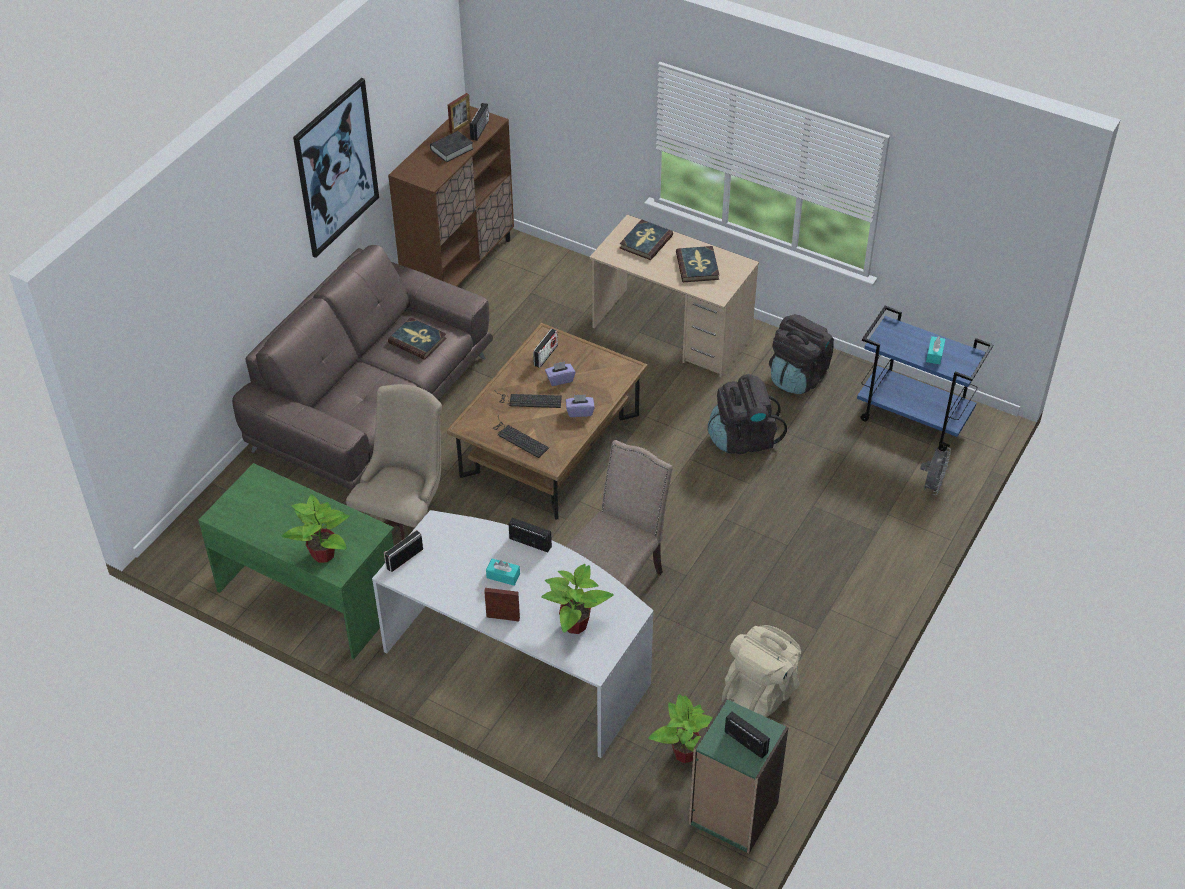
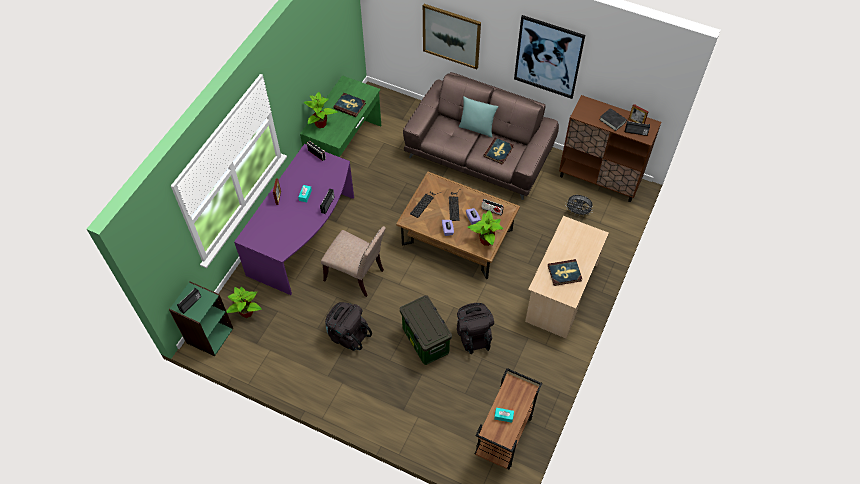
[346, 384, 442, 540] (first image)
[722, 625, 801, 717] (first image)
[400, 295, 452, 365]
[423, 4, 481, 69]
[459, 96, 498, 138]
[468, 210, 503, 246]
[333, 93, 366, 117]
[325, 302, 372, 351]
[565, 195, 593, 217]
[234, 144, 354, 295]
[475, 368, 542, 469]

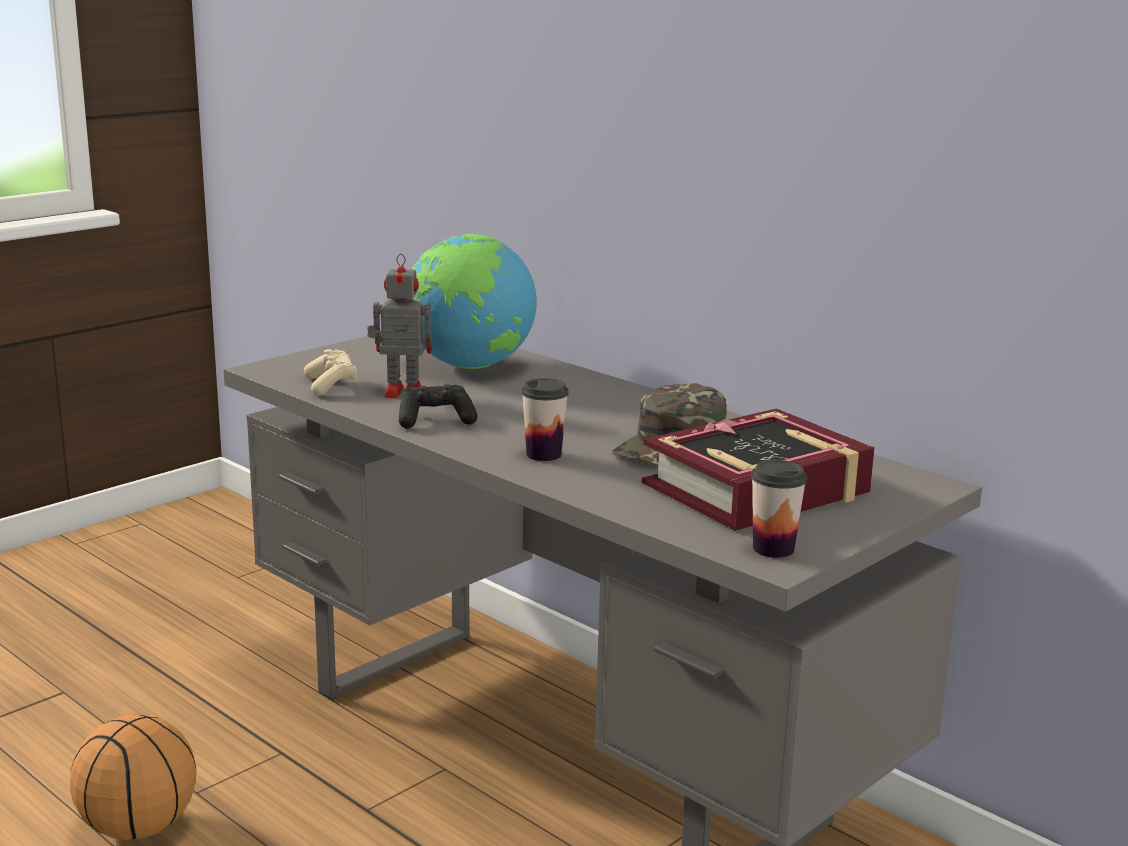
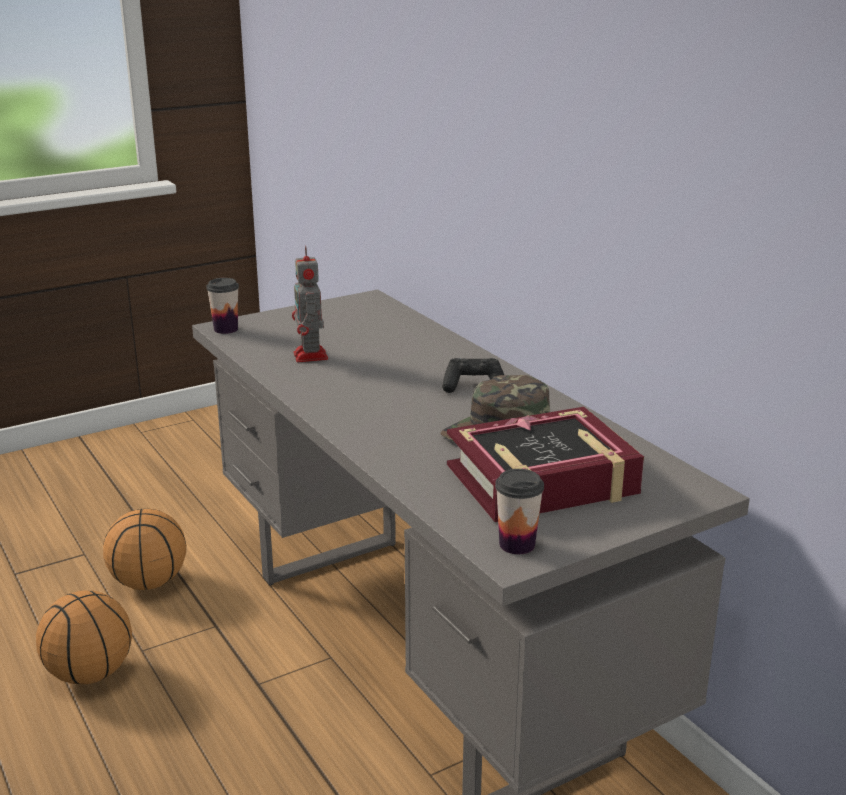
[304, 349, 357, 396] (first image)
[412, 234, 537, 369] (first image)
[103, 509, 186, 590]
[442, 358, 504, 393]
[206, 278, 239, 334]
[292, 246, 328, 363]

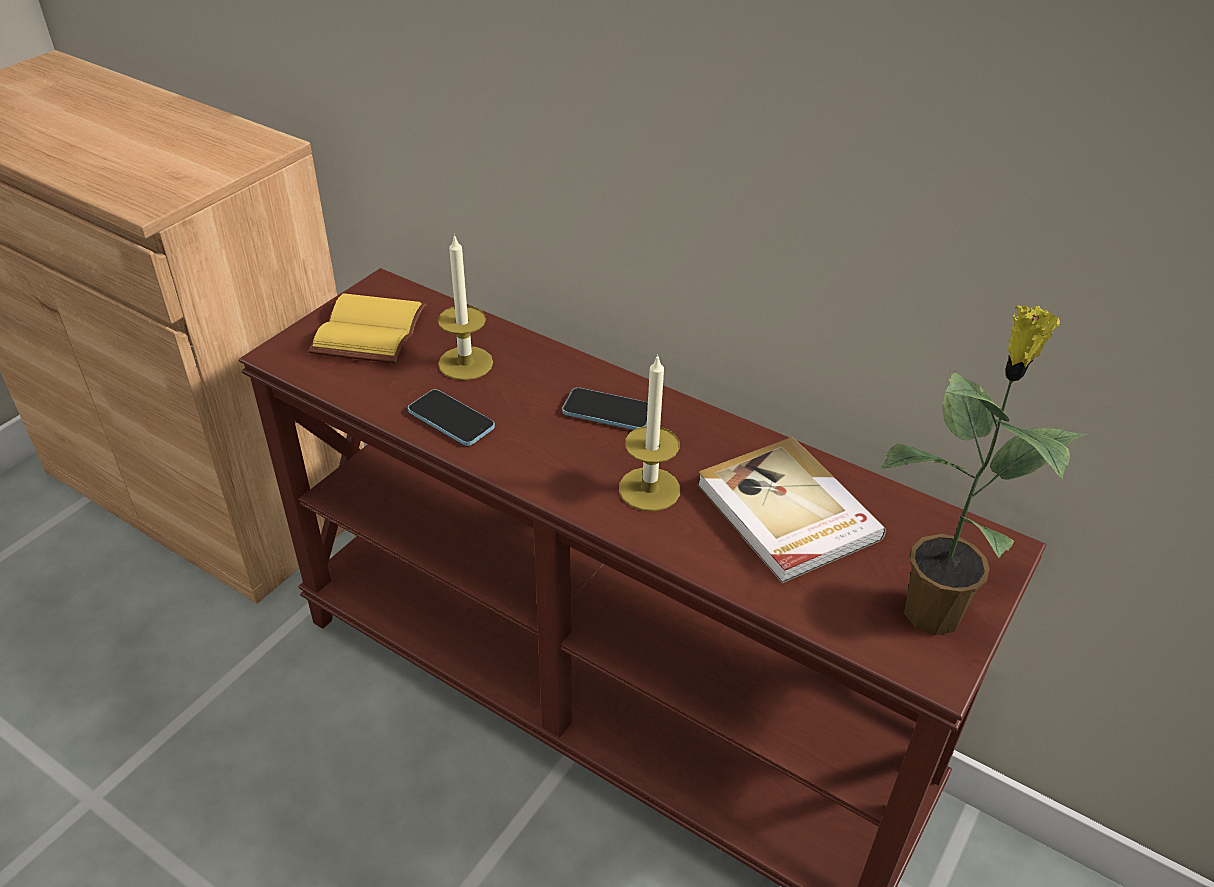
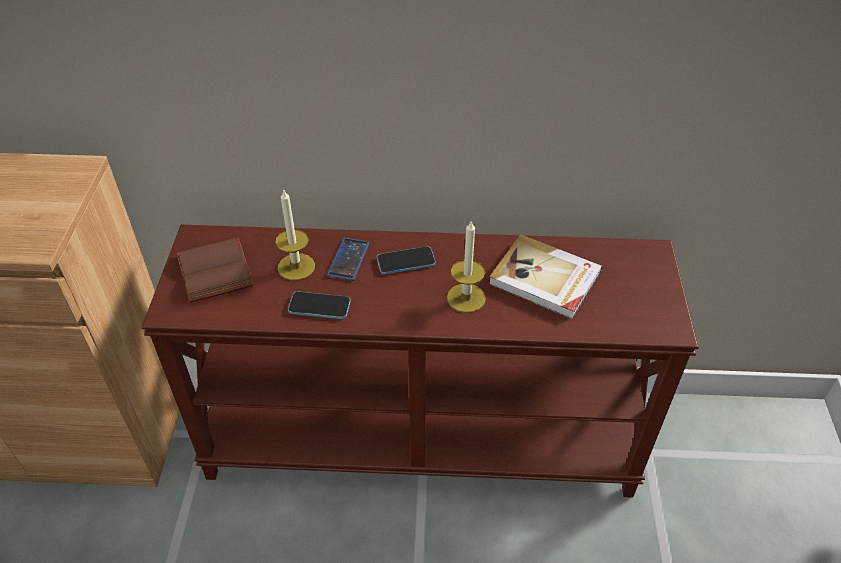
[880, 305, 1087, 636] (first image)
[327, 238, 370, 281]
[177, 237, 254, 302]

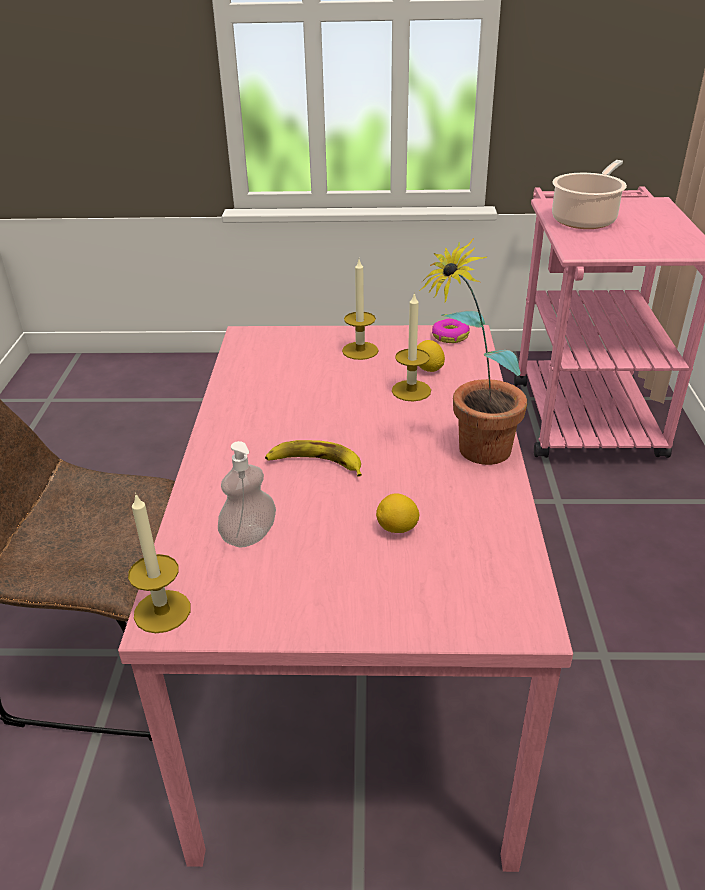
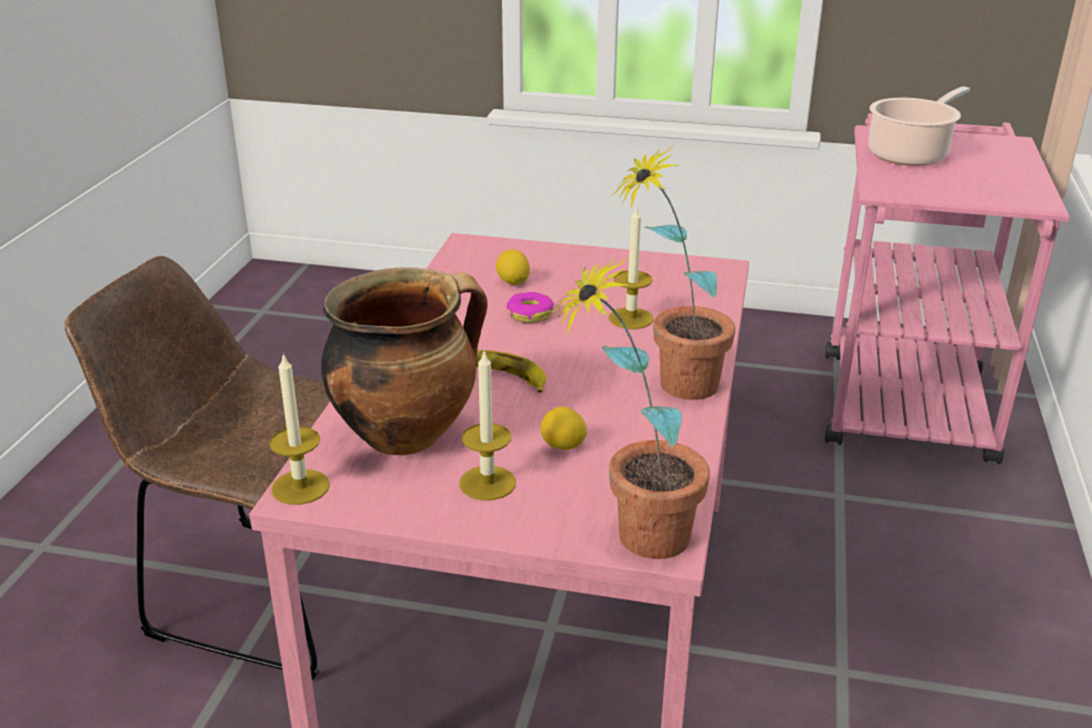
[550, 257, 710, 559]
[459, 350, 516, 500]
[496, 249, 530, 285]
[506, 292, 554, 323]
[321, 267, 488, 456]

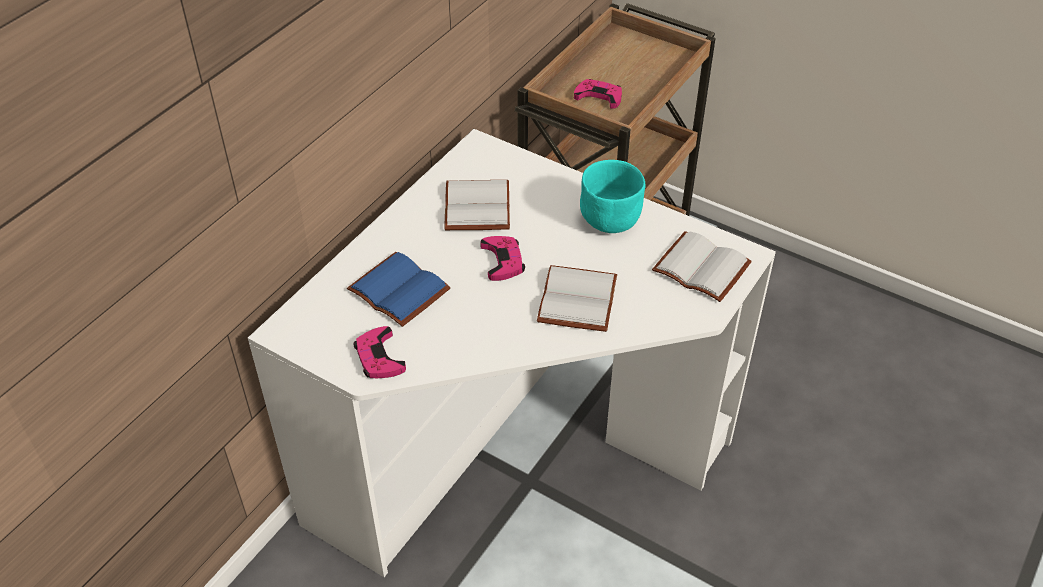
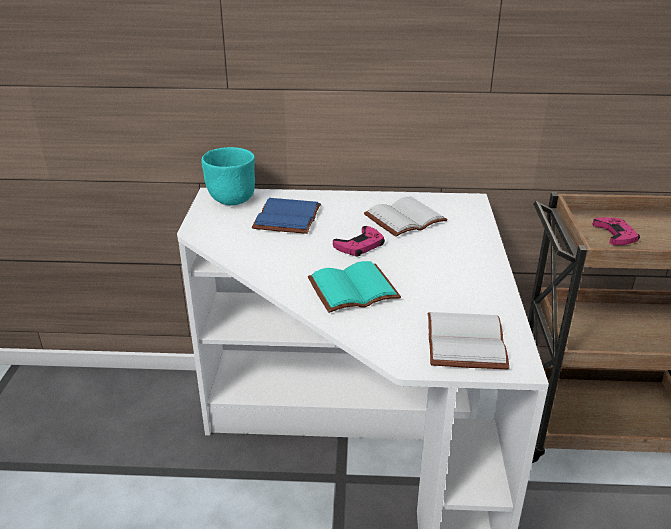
[354, 326, 406, 378] (first image)
[202, 147, 255, 205]
[308, 261, 401, 313]

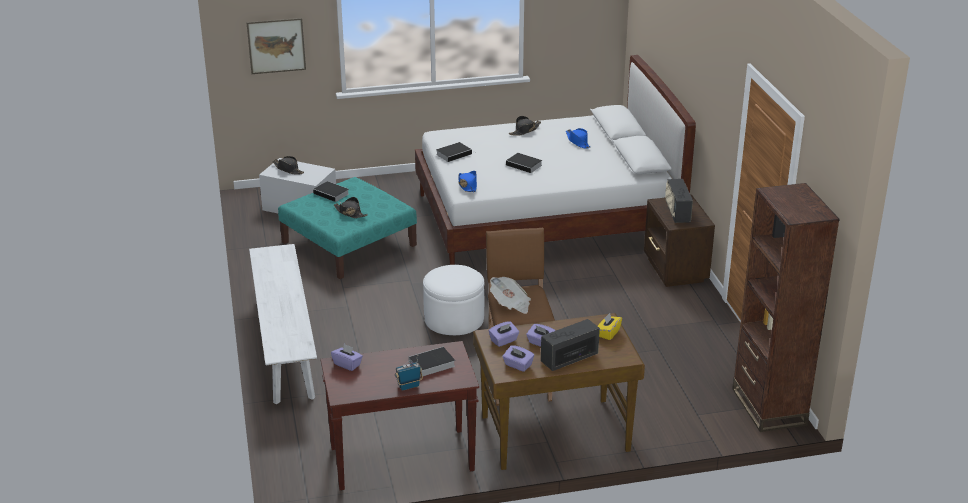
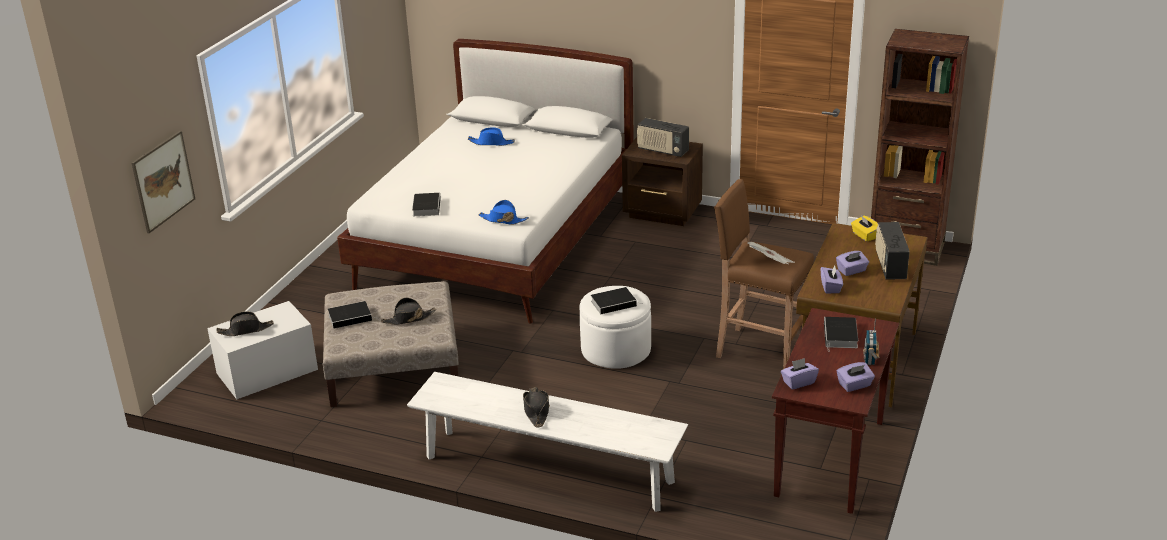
[837, 362, 875, 392]
[591, 287, 640, 314]
[523, 387, 550, 428]
[323, 281, 459, 407]

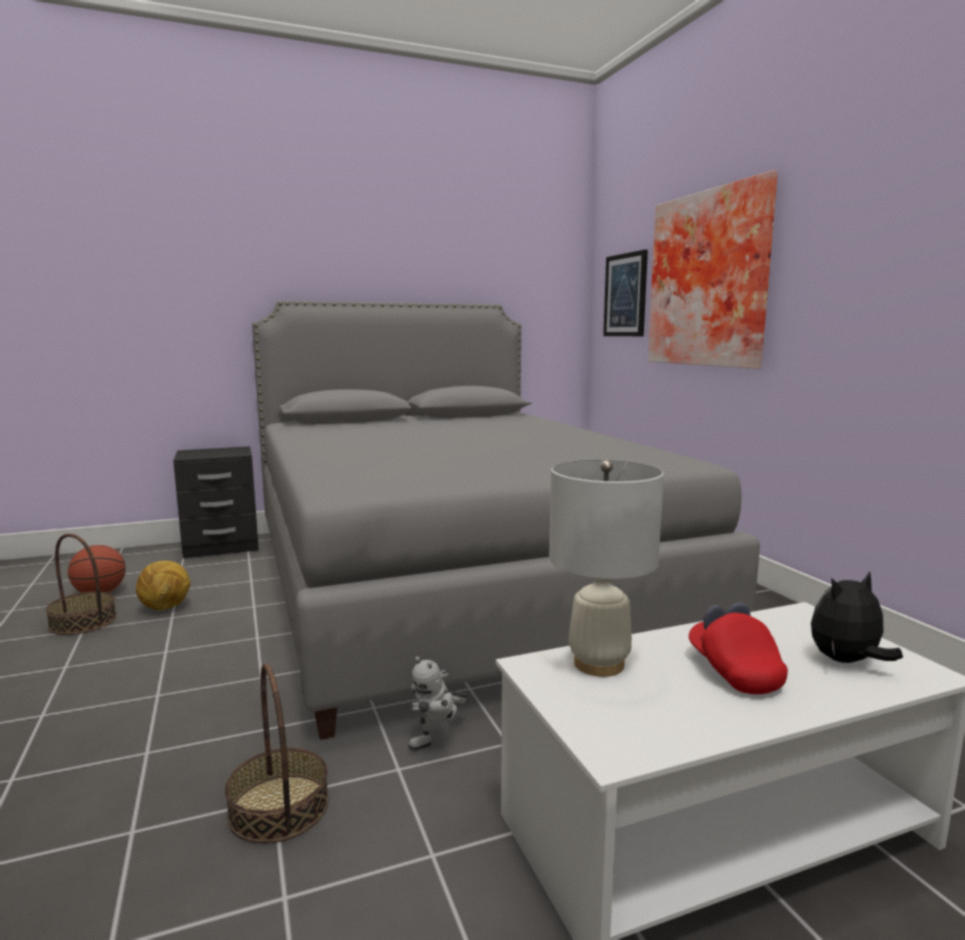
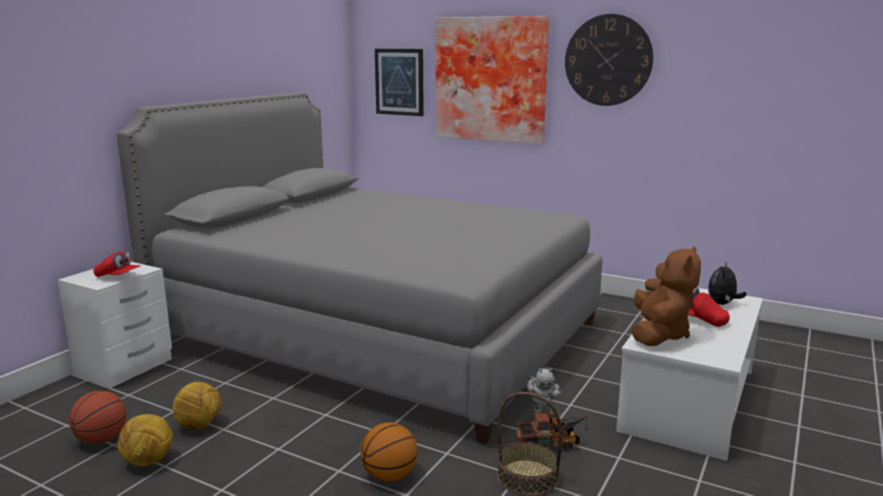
[93, 250, 141, 277]
[360, 422, 417, 482]
[517, 411, 588, 451]
[565, 14, 653, 106]
[117, 414, 173, 466]
[631, 246, 701, 346]
[58, 262, 172, 388]

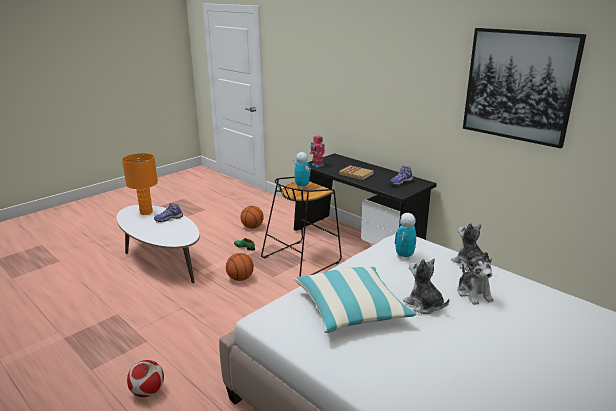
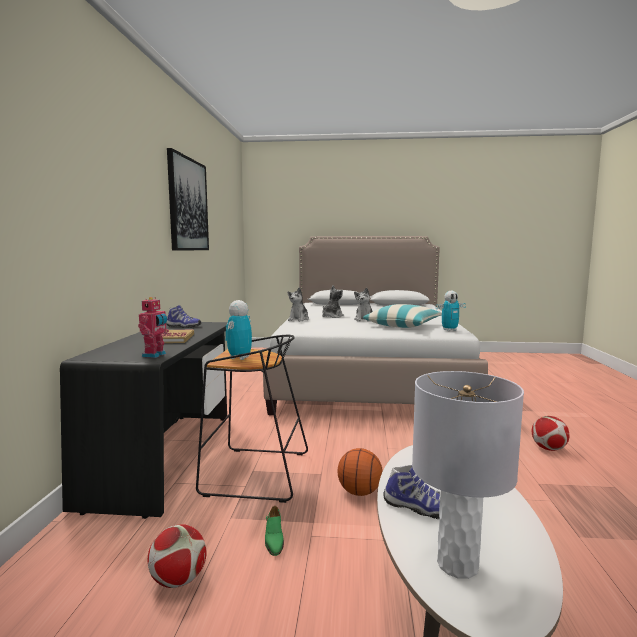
[435, 291, 466, 331]
[148, 525, 207, 588]
[412, 371, 524, 579]

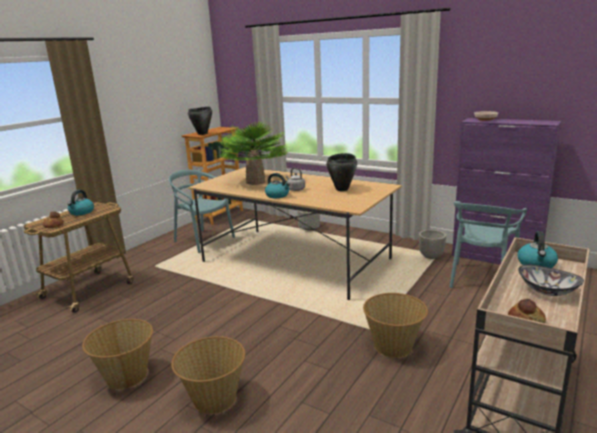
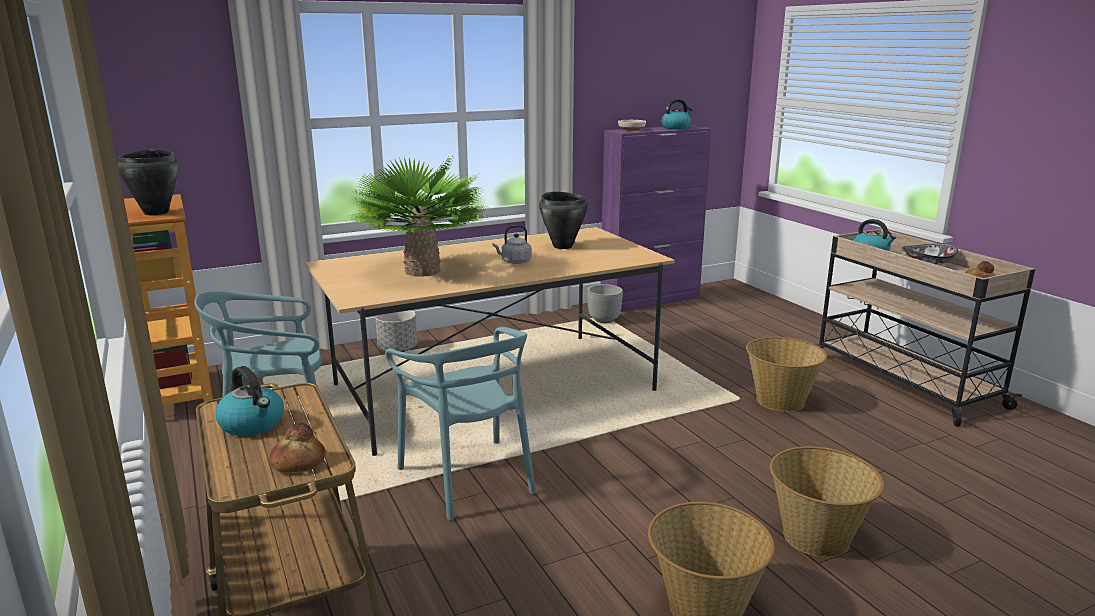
[661, 99, 693, 129]
[385, 327, 536, 520]

